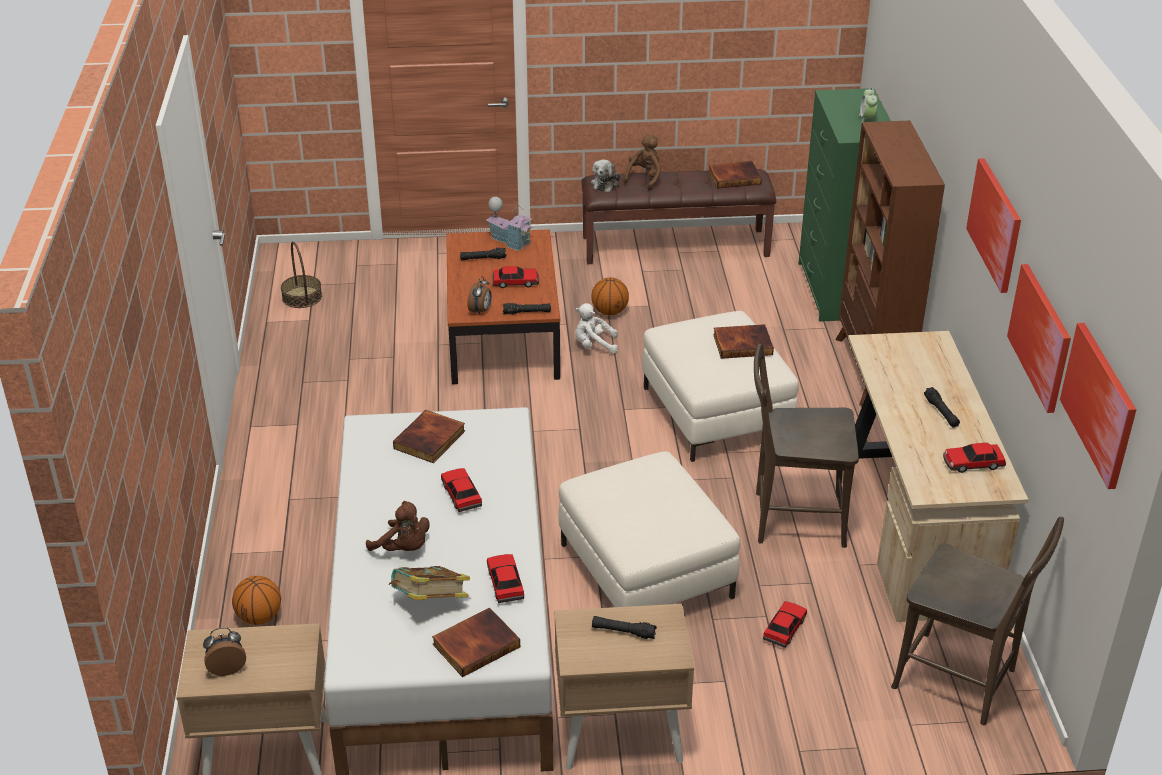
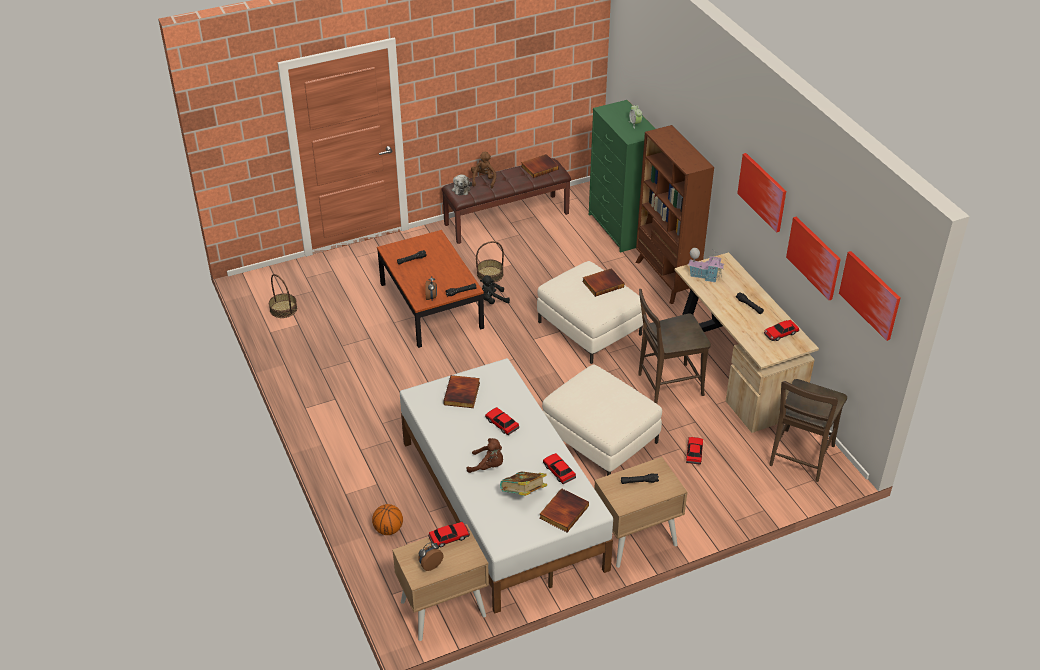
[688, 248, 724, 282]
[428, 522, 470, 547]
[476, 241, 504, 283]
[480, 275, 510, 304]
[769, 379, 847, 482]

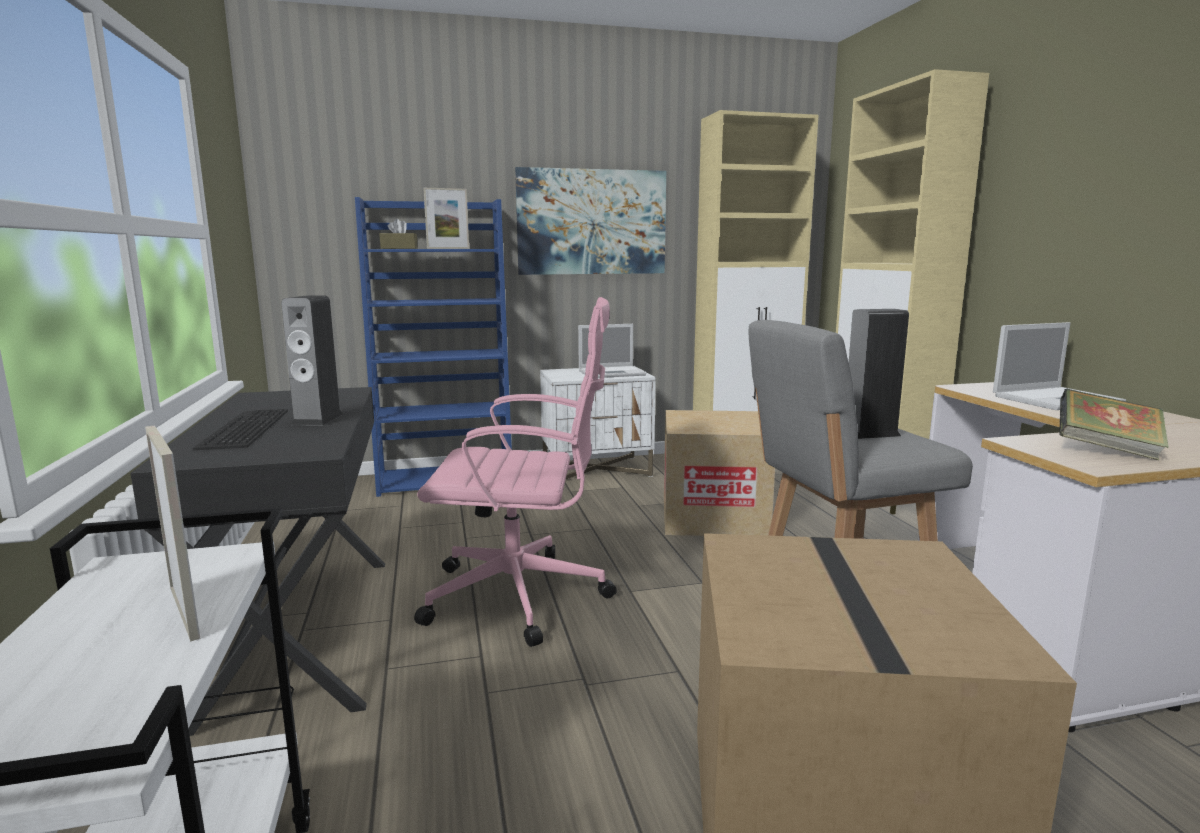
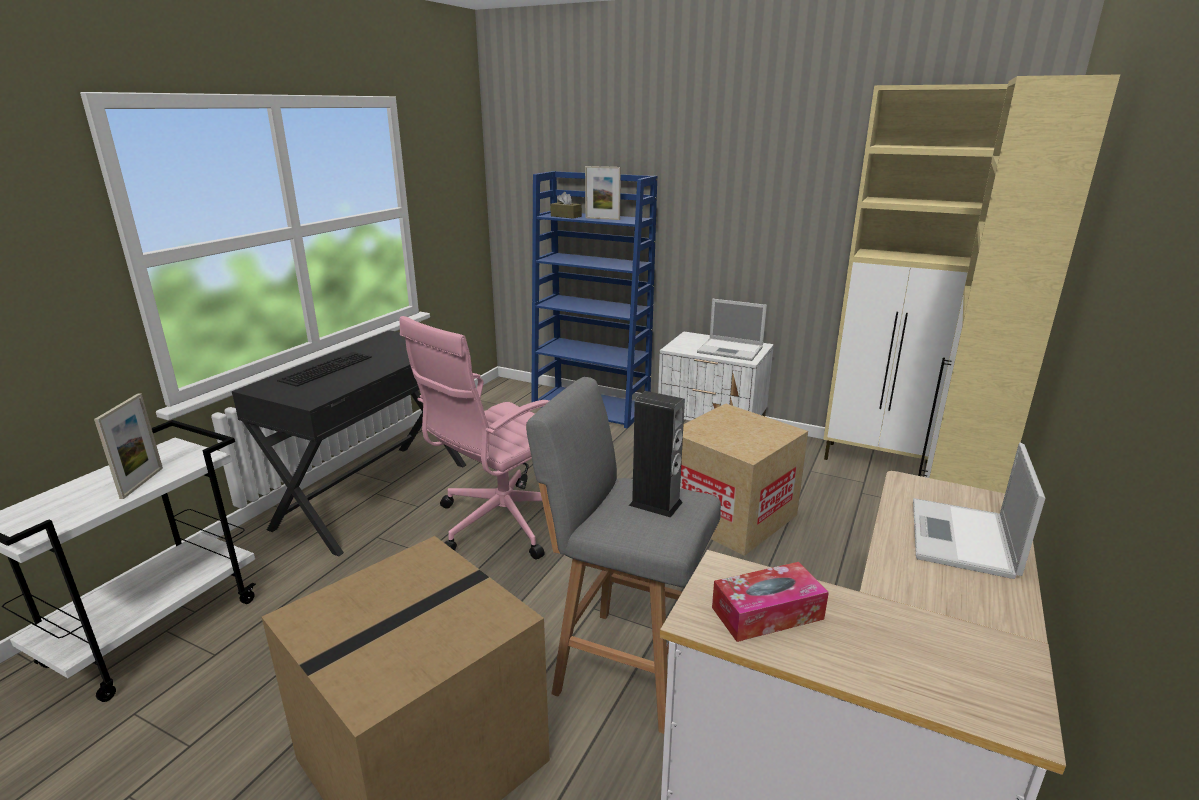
[281, 295, 343, 426] (first image)
[515, 167, 666, 275] (first image)
[712, 562, 829, 642]
[399, 316, 549, 559]
[913, 443, 1045, 579]

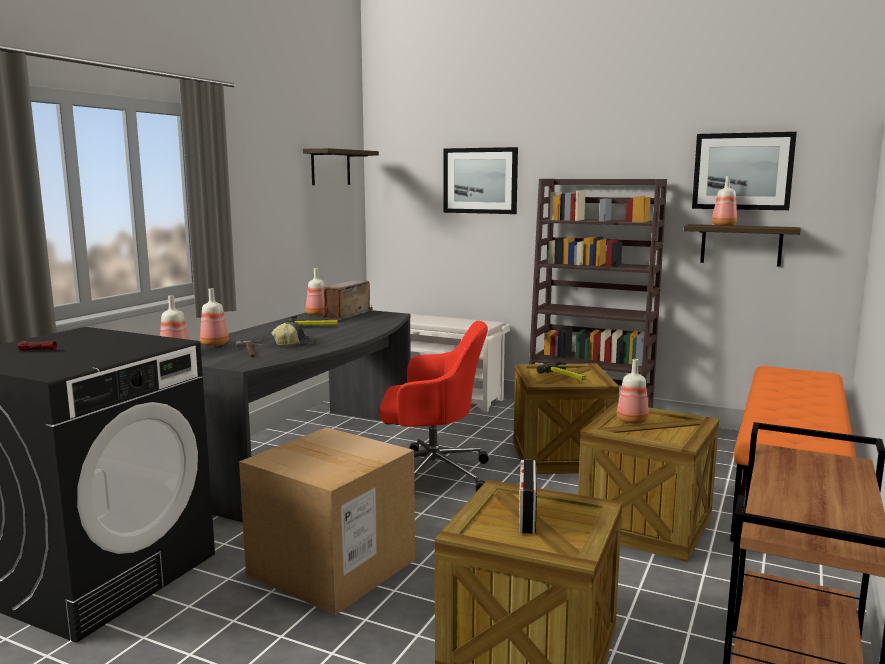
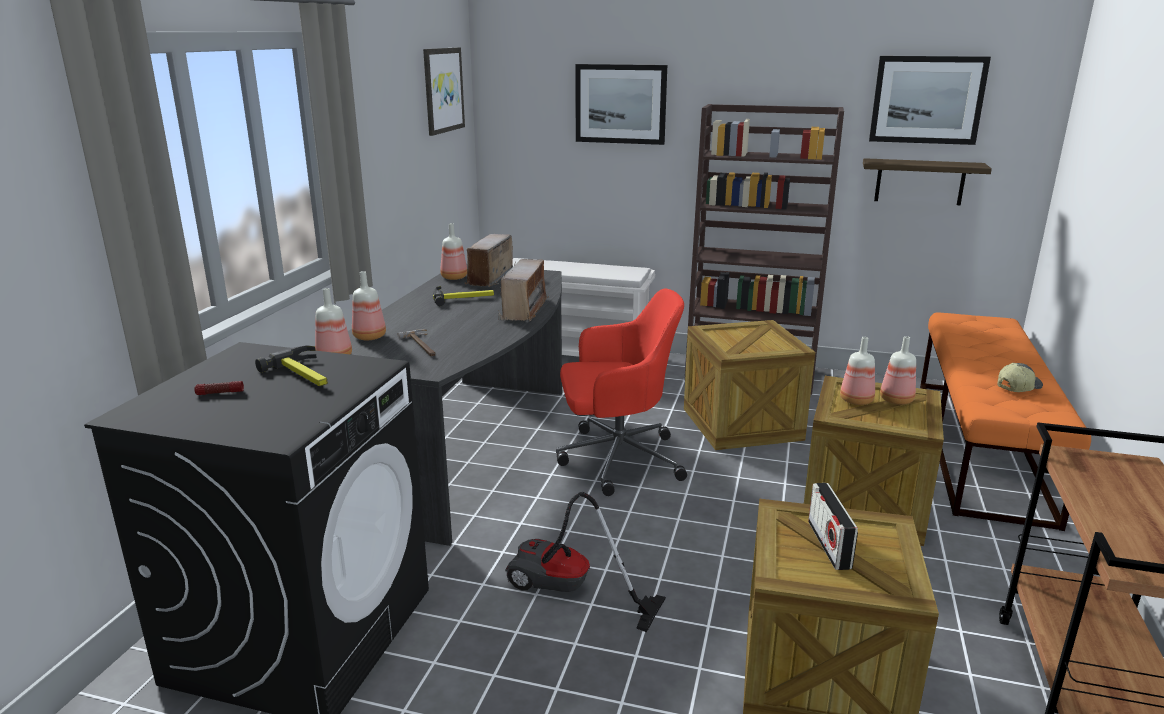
[498, 259, 549, 322]
[997, 363, 1043, 392]
[255, 345, 328, 386]
[880, 336, 916, 405]
[505, 492, 666, 632]
[423, 47, 465, 136]

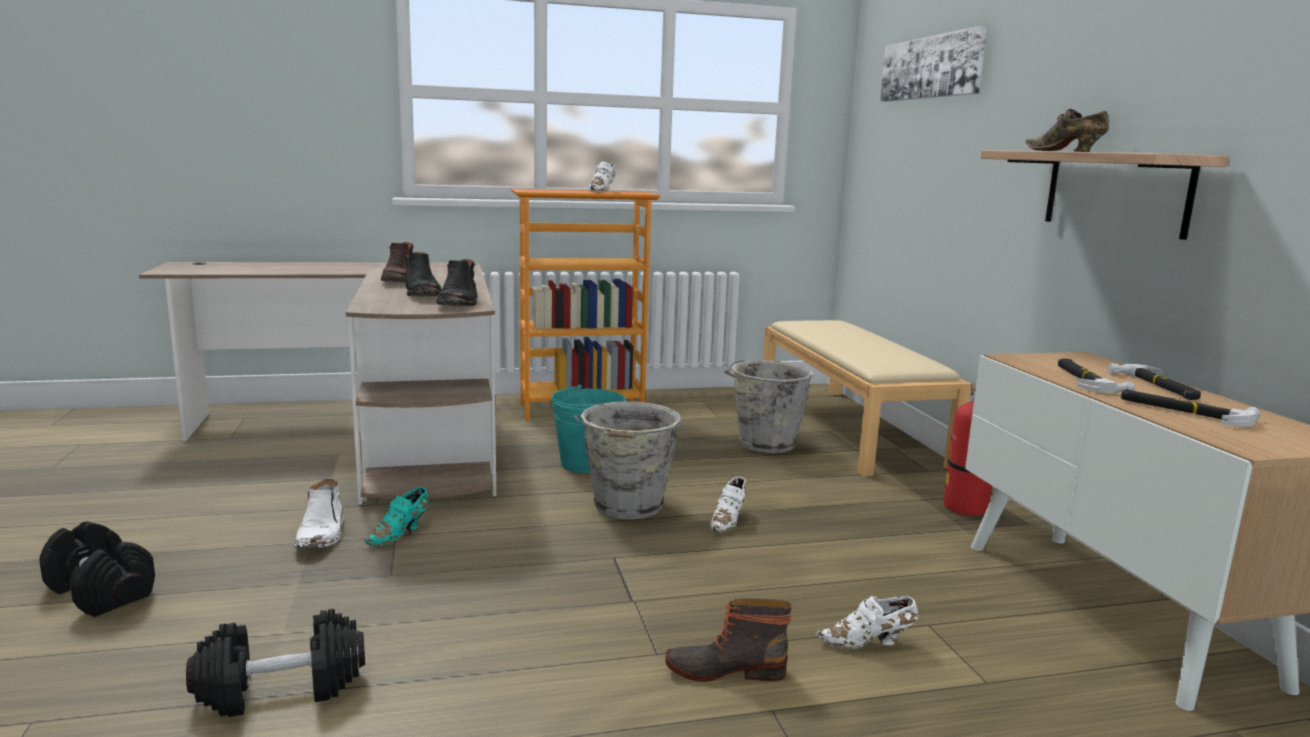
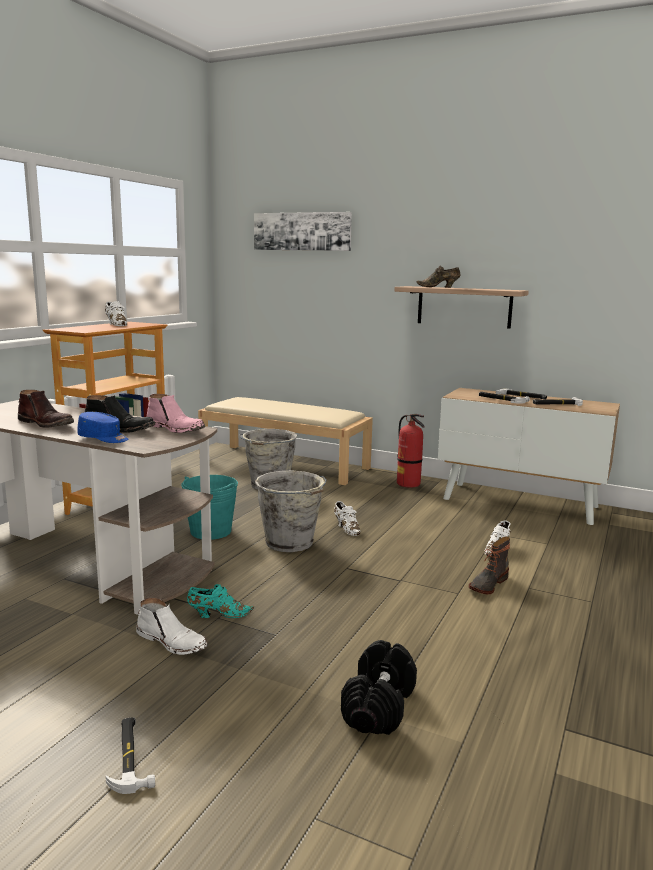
[77, 412, 128, 443]
[106, 717, 155, 794]
[147, 394, 205, 433]
[187, 584, 254, 618]

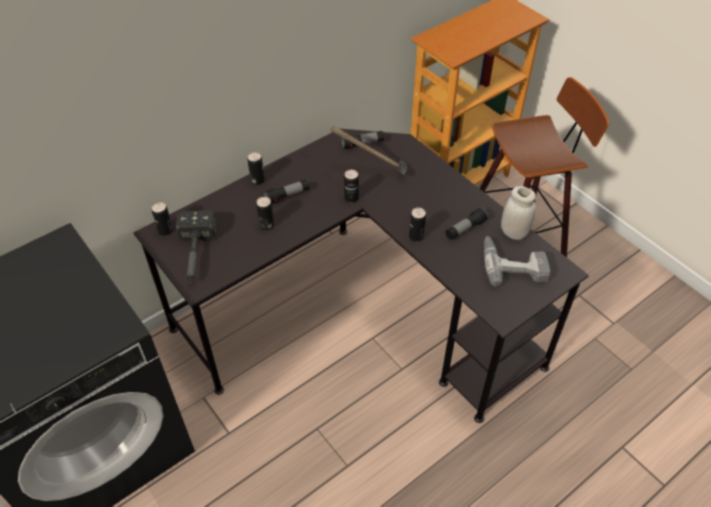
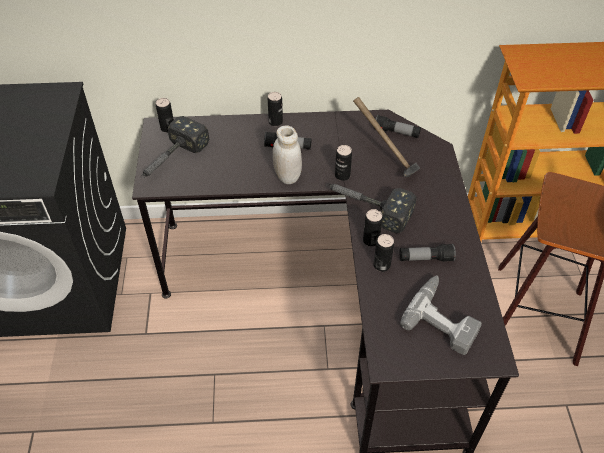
[326, 184, 417, 234]
[373, 234, 394, 272]
[273, 125, 302, 184]

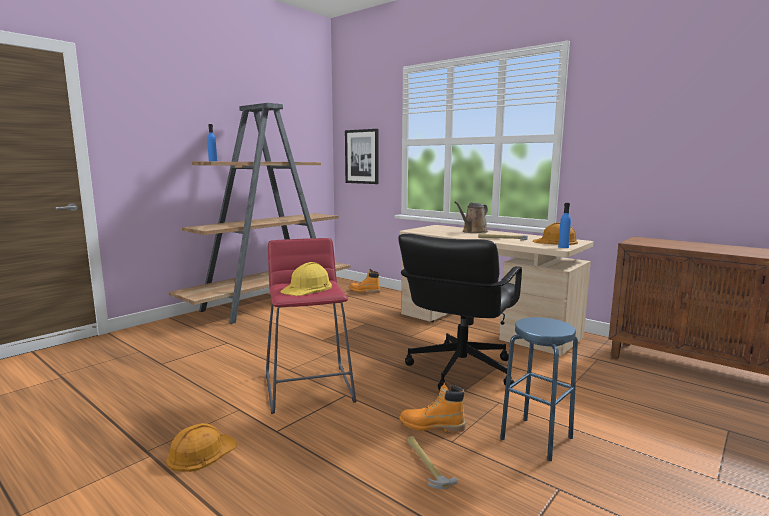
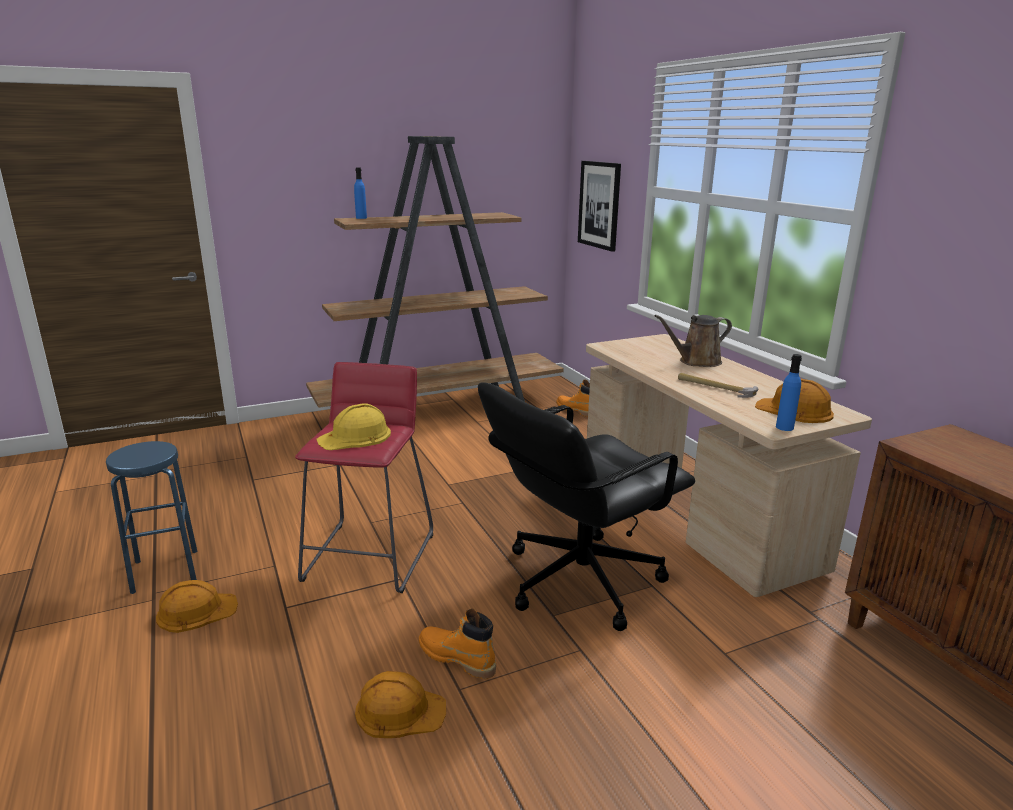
[106, 441, 197, 594]
[355, 671, 446, 738]

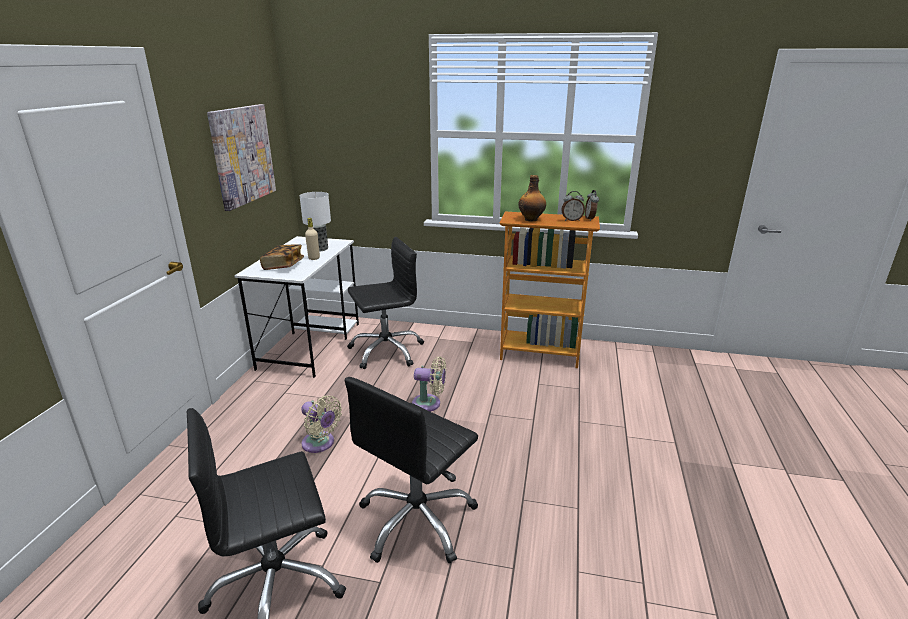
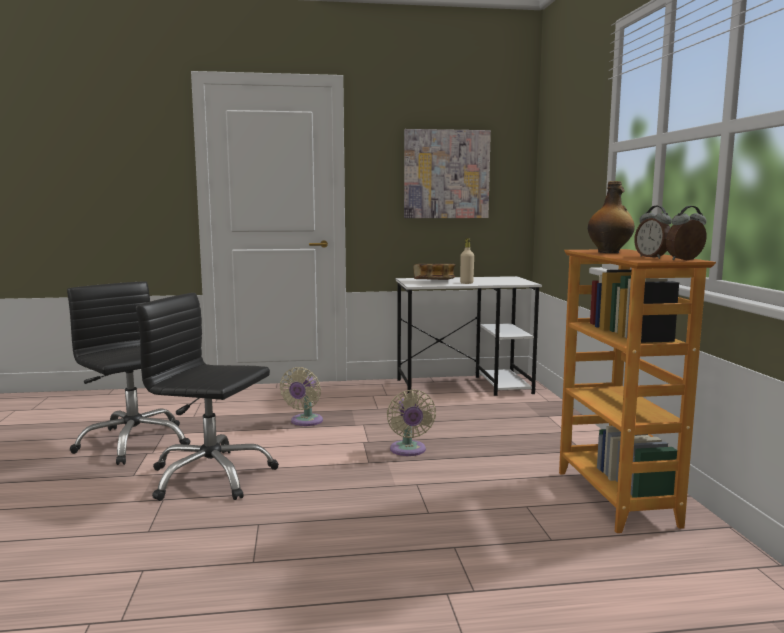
[300, 192, 331, 251] (first image)
[347, 237, 424, 369] (first image)

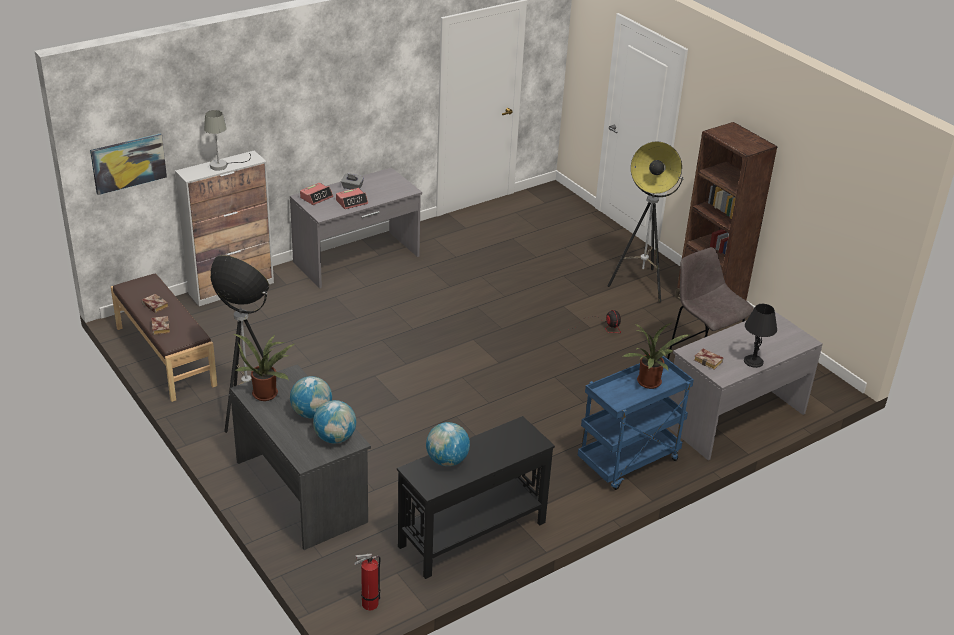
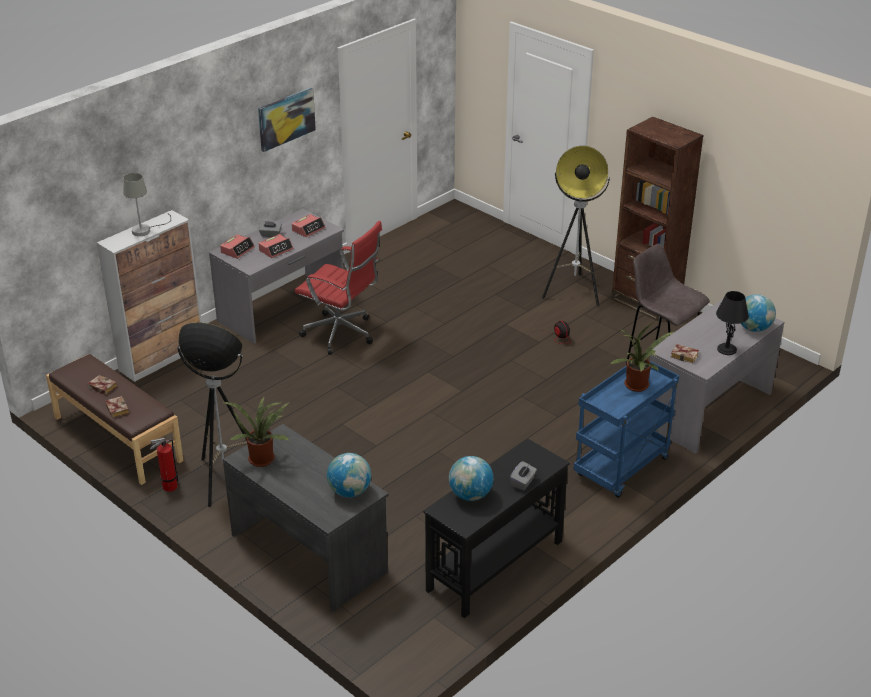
[292, 214, 325, 237]
[295, 221, 382, 355]
[510, 461, 537, 490]
[258, 88, 316, 152]
[740, 294, 776, 332]
[150, 438, 179, 492]

